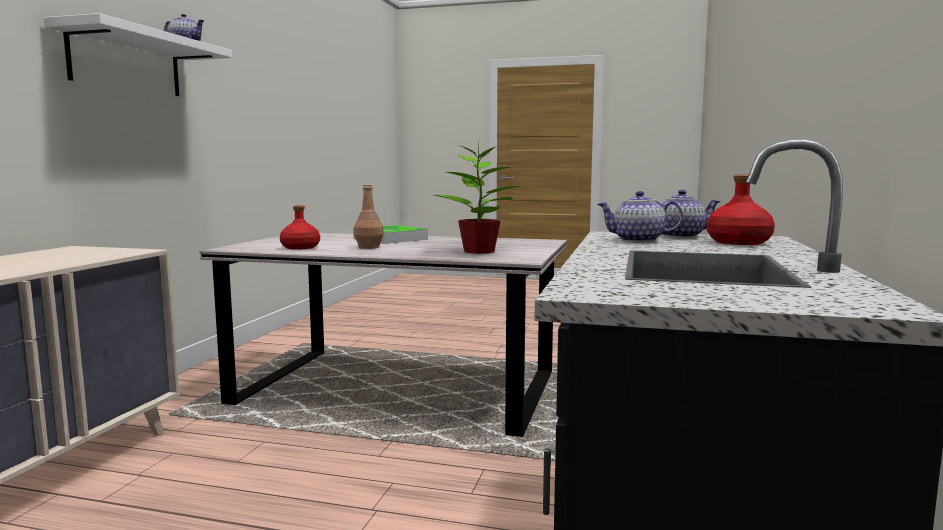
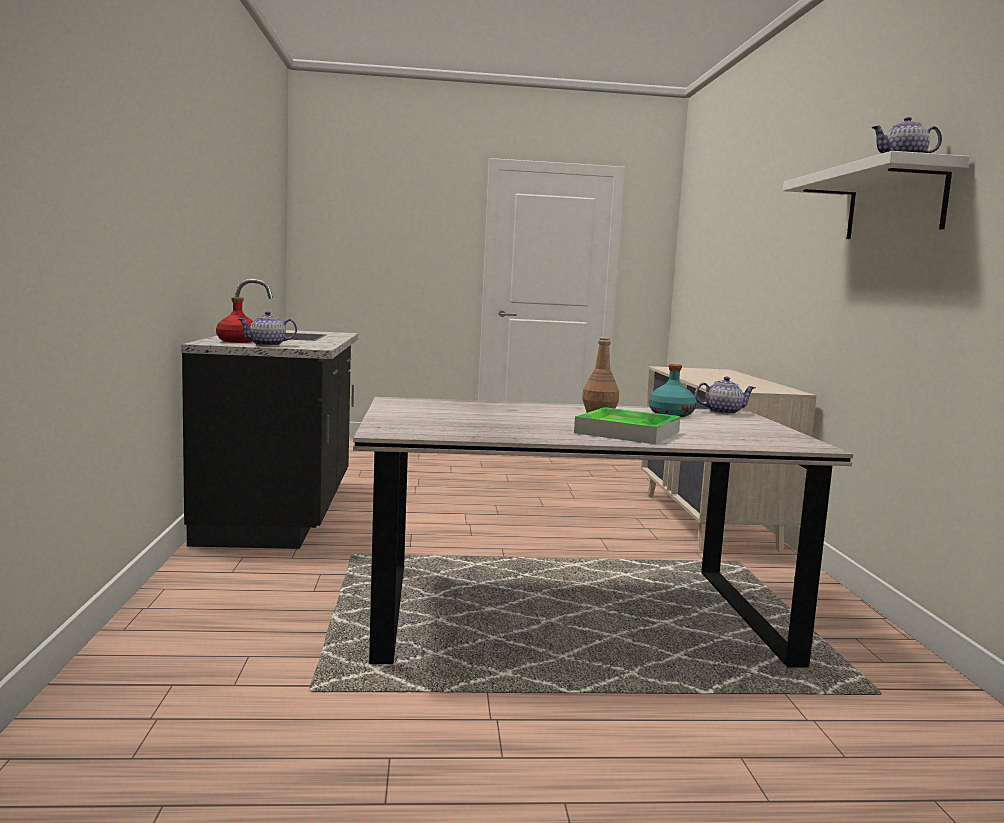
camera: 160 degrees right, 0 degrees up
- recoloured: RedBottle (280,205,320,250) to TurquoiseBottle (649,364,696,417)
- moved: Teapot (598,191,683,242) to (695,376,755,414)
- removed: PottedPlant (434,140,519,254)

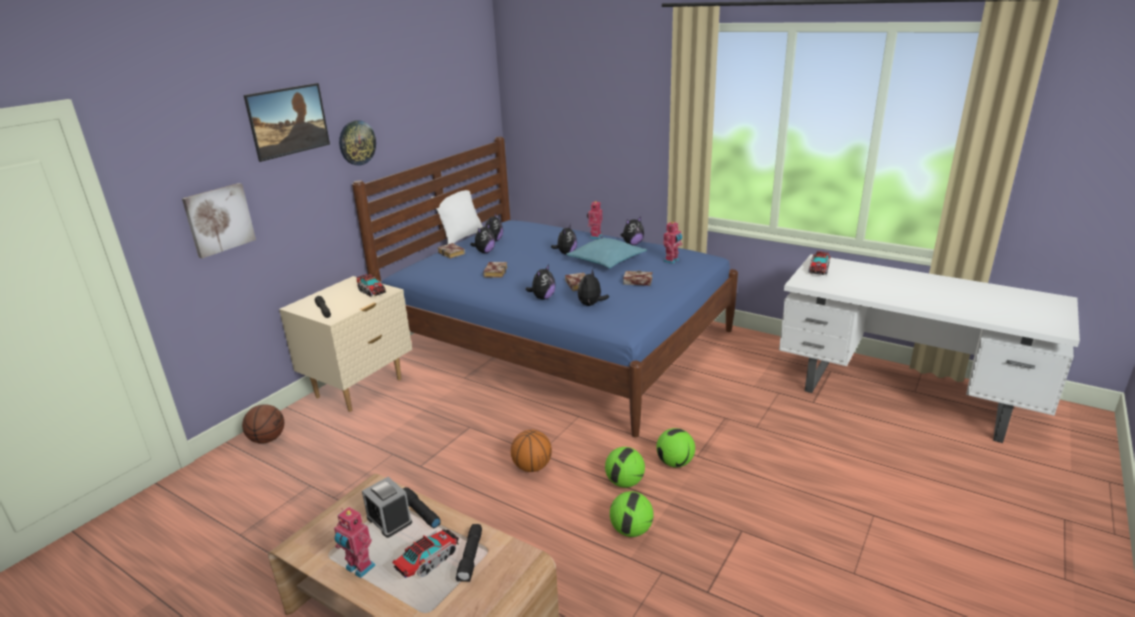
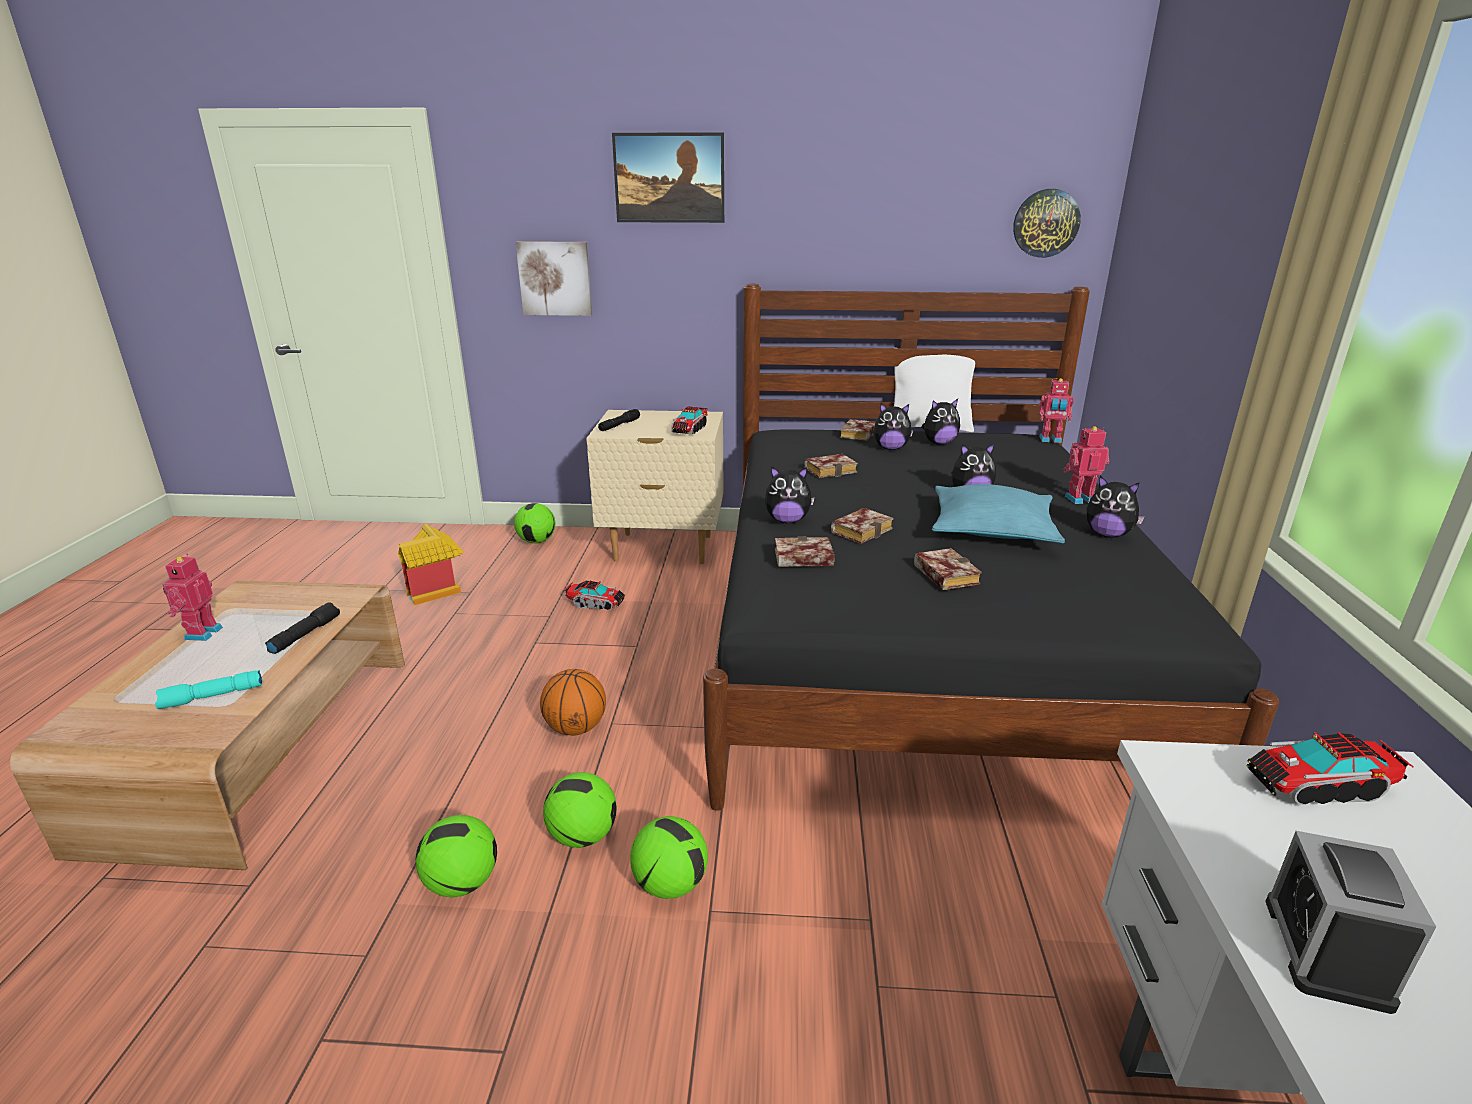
camera: 60 degrees right, 0 degrees up
- recoloured: BlackFlashlight (456,524,482,582) to TurquoiseFlashlight (155,670,263,709)
- added: ToyHouse (398,524,463,605)
- replaced: Basketball (242,404,284,443) to Football (514,503,555,543)
- moved: ToyTruck (392,529,459,578) to (564,580,625,610)
- recoloured: BlueBed (352,137,738,437) to BlackBed (703,284,1279,811)
- replaced: PlushToy (578,269,609,306) to Book (775,536,834,567)
- moved: WallClock (339,120,376,165) to (1013,189,1081,258)
- moved: ToyRobot (663,221,682,264) to (1039,378,1074,443)
- moved: AlarmClock (362,477,412,538) to (1265,831,1436,1014)

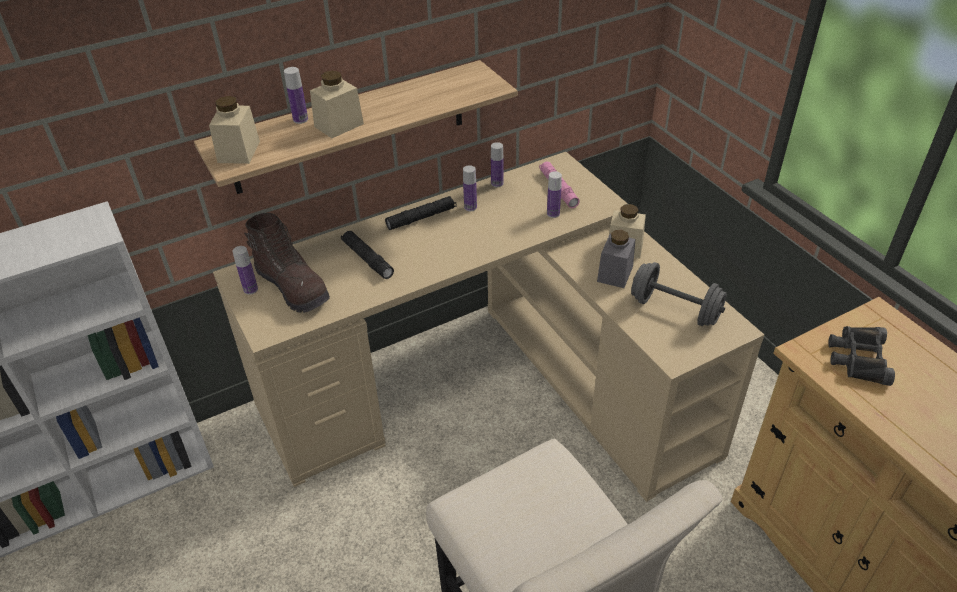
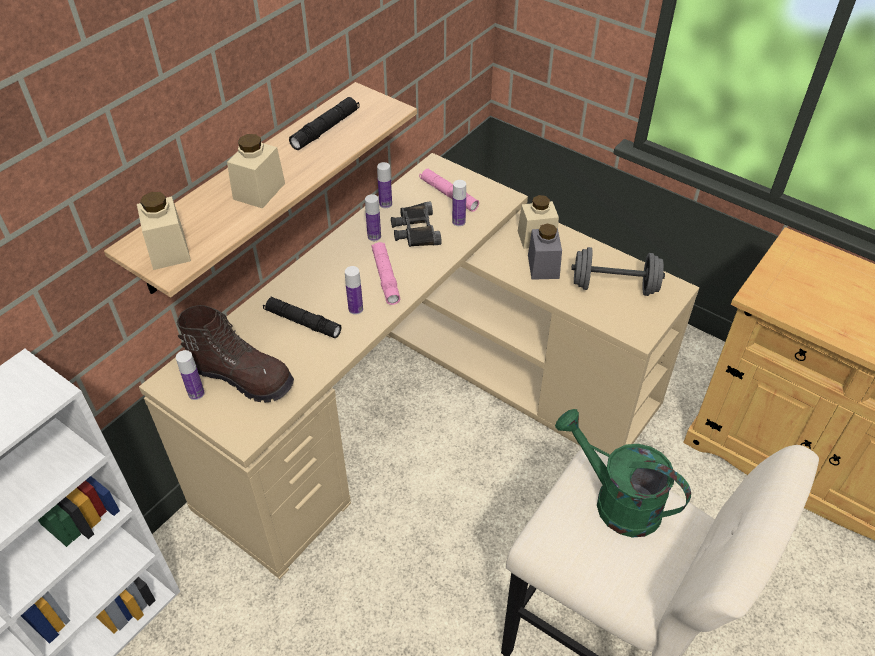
camera: 25 degrees left, 5 degrees up
- moved: BlackFlashlight (385,196,457,230) to (289,97,360,150)
- moved: Bottle (284,67,308,124) to (345,266,363,315)
- added: PinkFlashlight (372,242,400,305)
- moved: BlackBinoculars (828,326,895,386) to (391,202,442,247)
- added: GreenWateringCan (555,409,691,538)

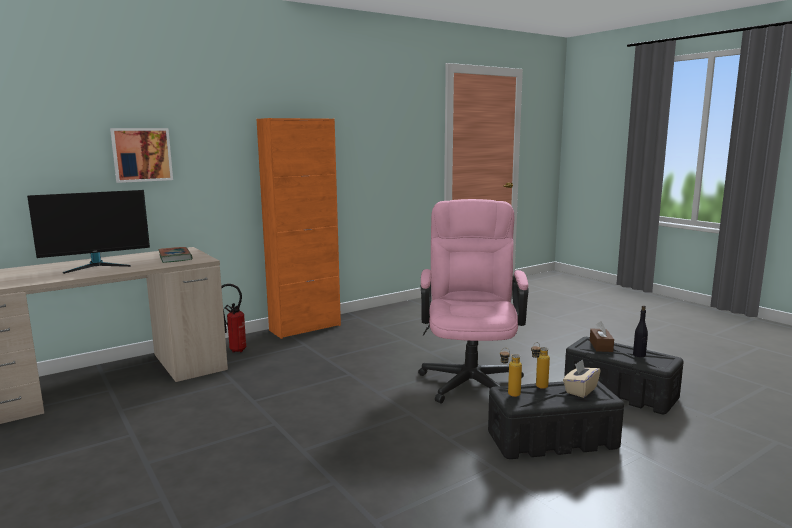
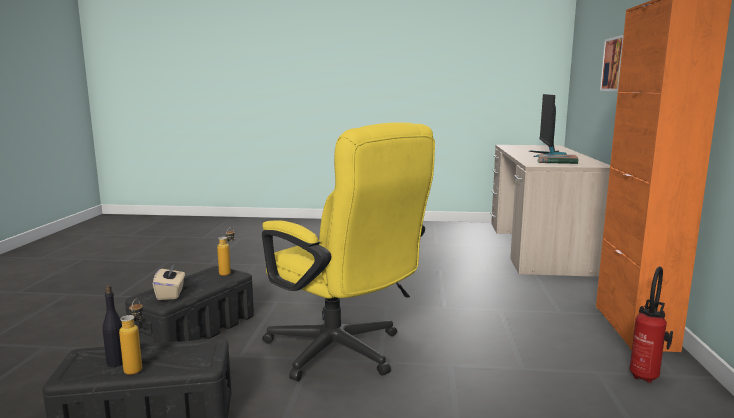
camera: 130 degrees right, 0 degrees up
- moved: Bottle (531,342,550,389) to (119,299,143,375)
- recoloured: PinkOfficeChair (418,199,529,404) to YellowOfficeChair (262,122,435,381)
- moved: FireExtinguisher (221,284,246,353) to (630,266,673,383)
- removed: BrownTissueBox (590,321,614,352)

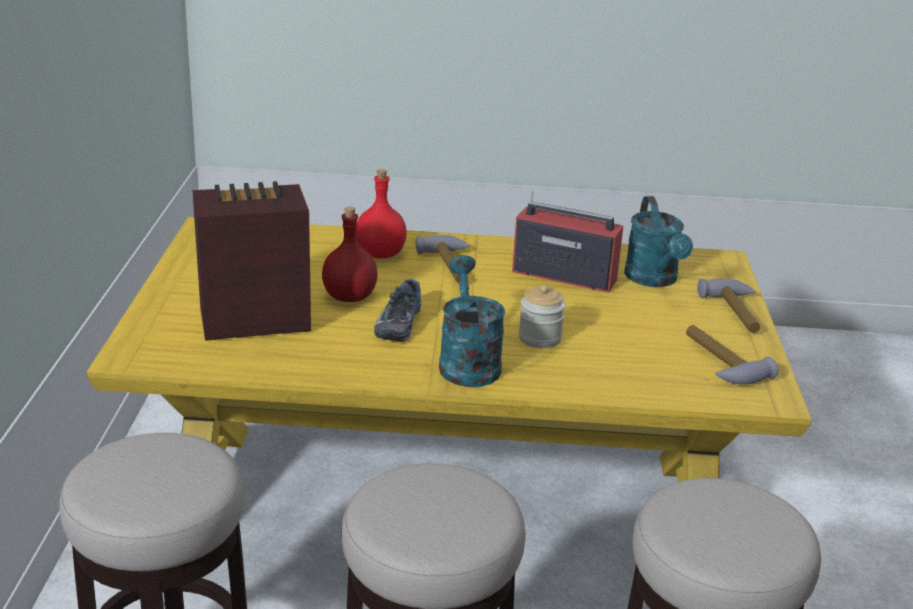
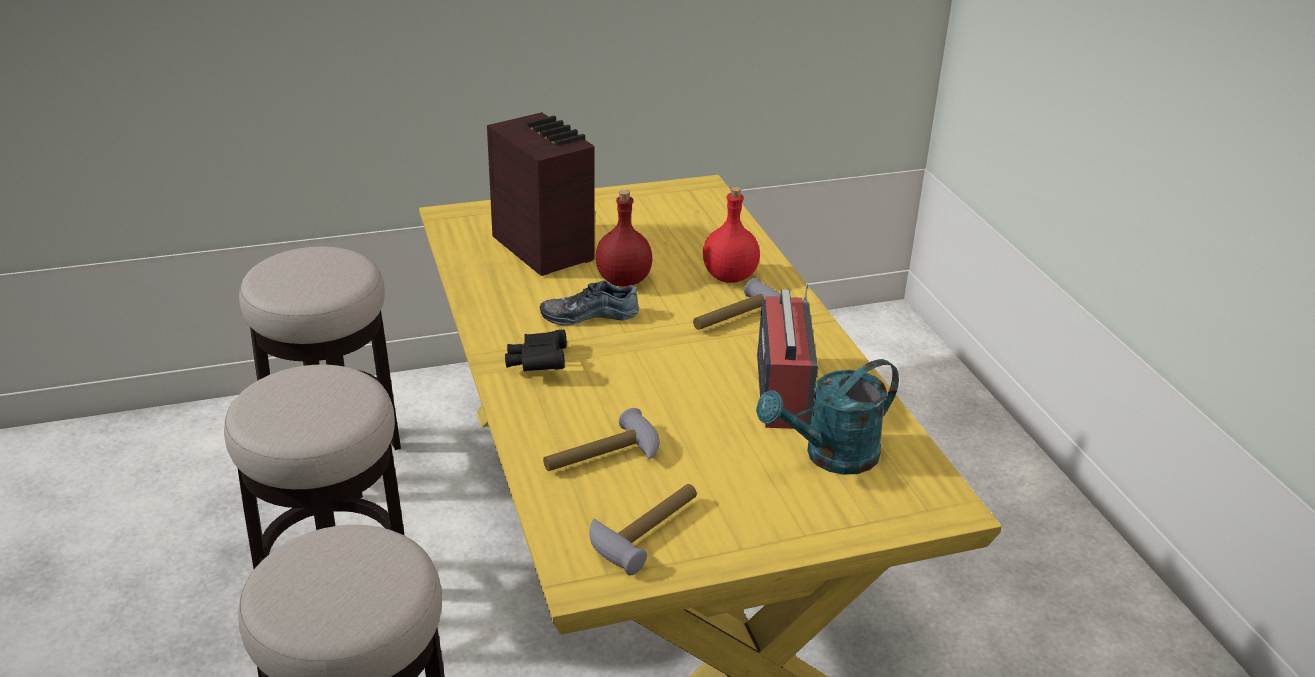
camera: 70 degrees right, 5 degrees up
- replaced: TurquoiseWateringCan (439,255,505,387) to BlackBinoculars (505,330,567,372)
- moved: Hammer (697,279,760,333) to (543,408,660,471)
- removed: Jar (518,285,565,348)

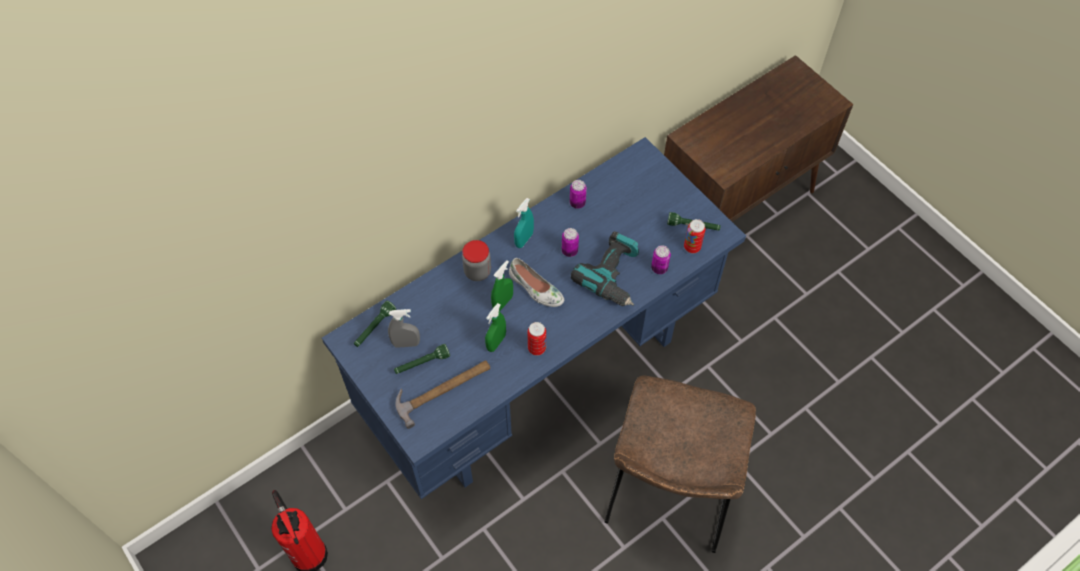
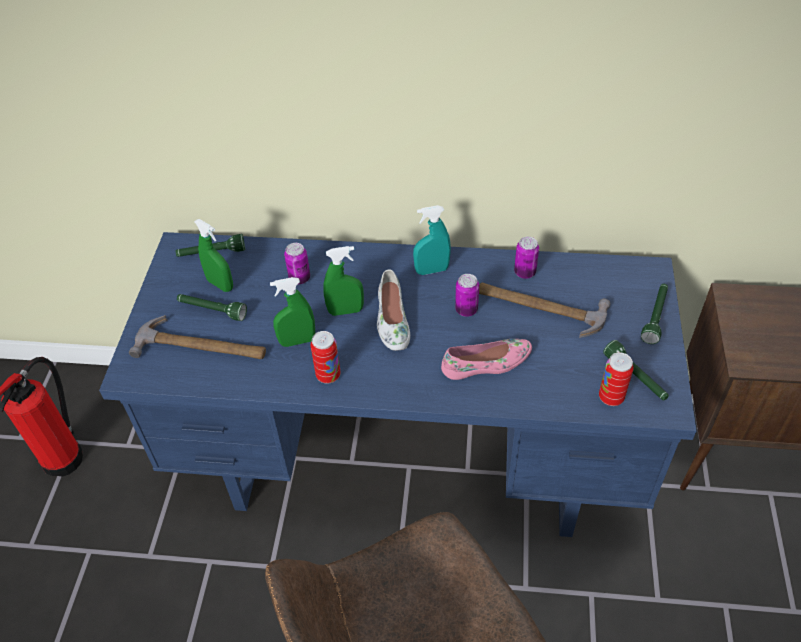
camera: 45 degrees right, 10 degrees down
- recoloured: GreySprayBottle (388,309,420,348) to GreenSprayBottle (194,219,233,292)
- moved: Can (651,245,671,274) to (284,243,310,284)
- replaced: PowerDrill (571,232,639,306) to PinkShoe (441,339,532,380)
- added: Hammer (479,283,611,338)
- added: GreenFlashlight (641,284,668,344)
- removed: Jar (462,240,491,281)

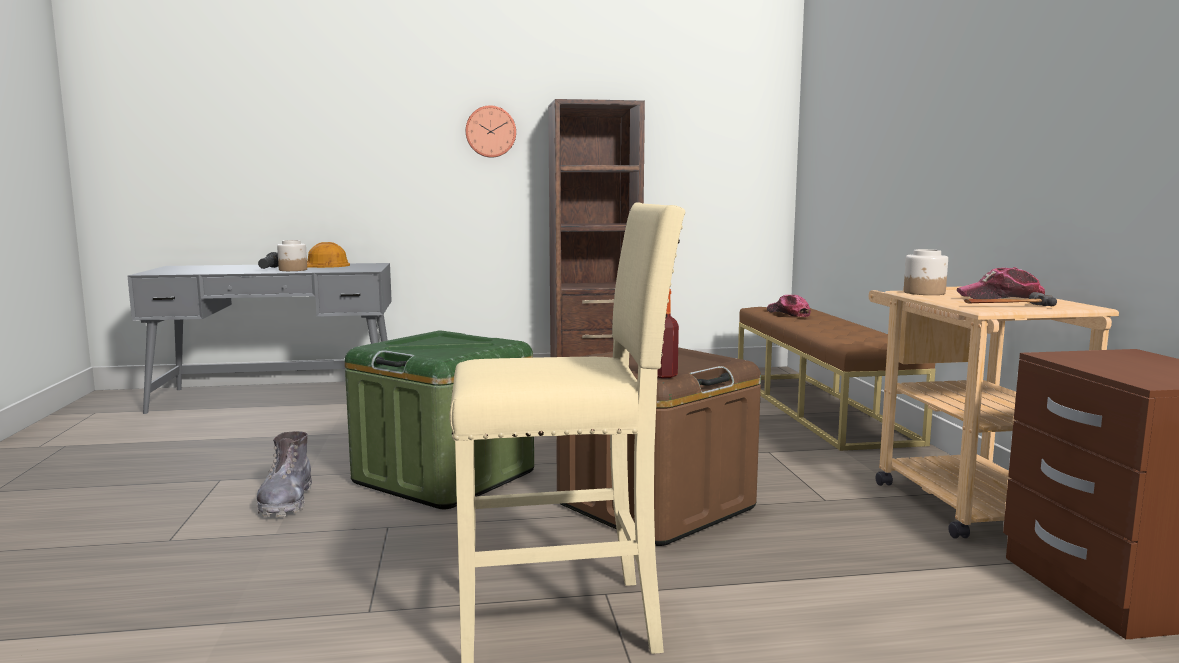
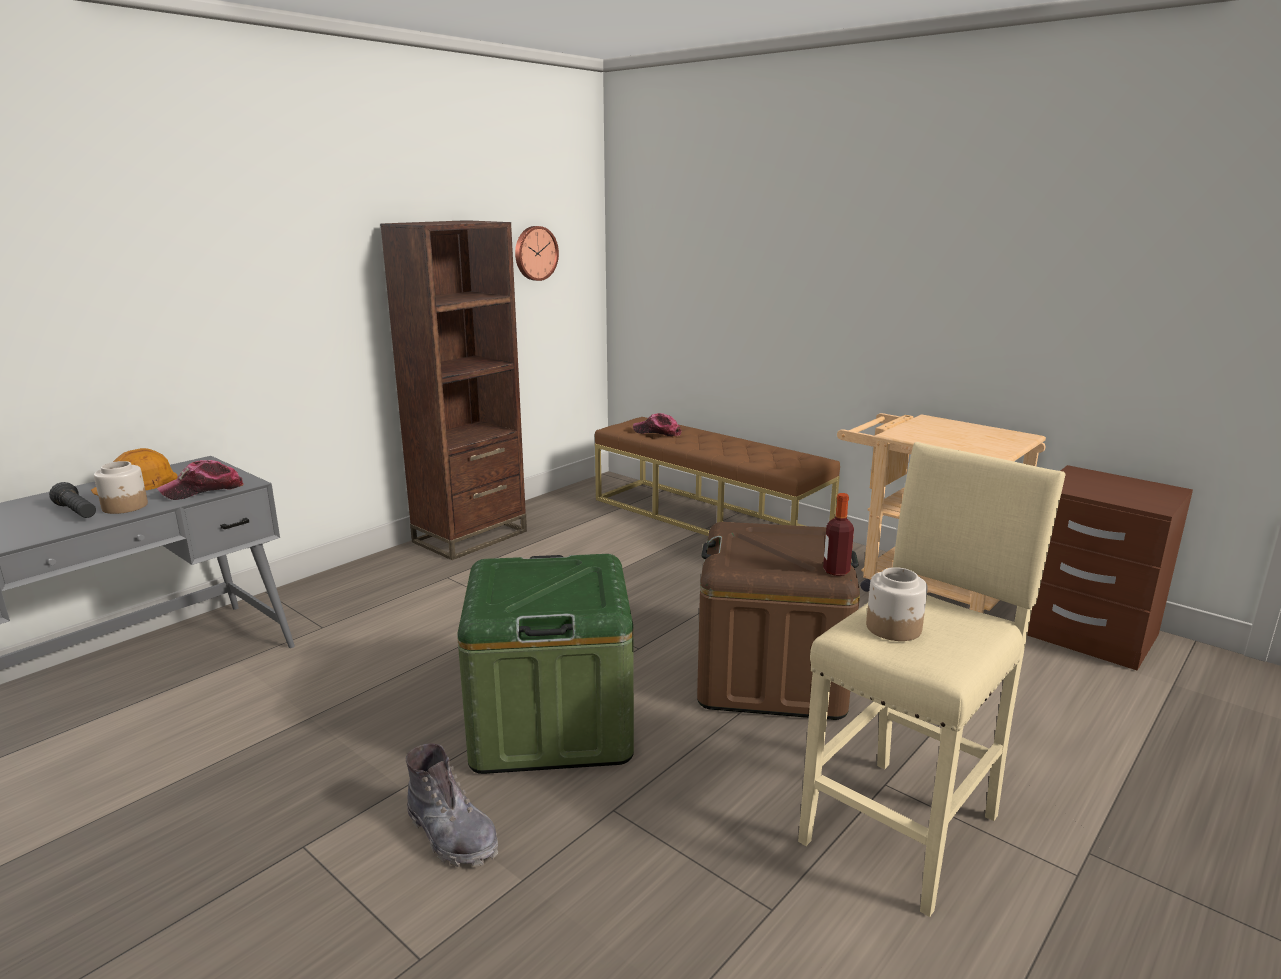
camera: 40 degrees left, 10 degrees up
- moved: Cap (957,267,1045,299) to (157,460,244,500)
- moved: WallClock (466,105,516,158) to (515,226,559,281)
- moved: Jar (904,249,948,295) to (866,567,928,641)
- removed: Hammer (964,292,1057,306)

